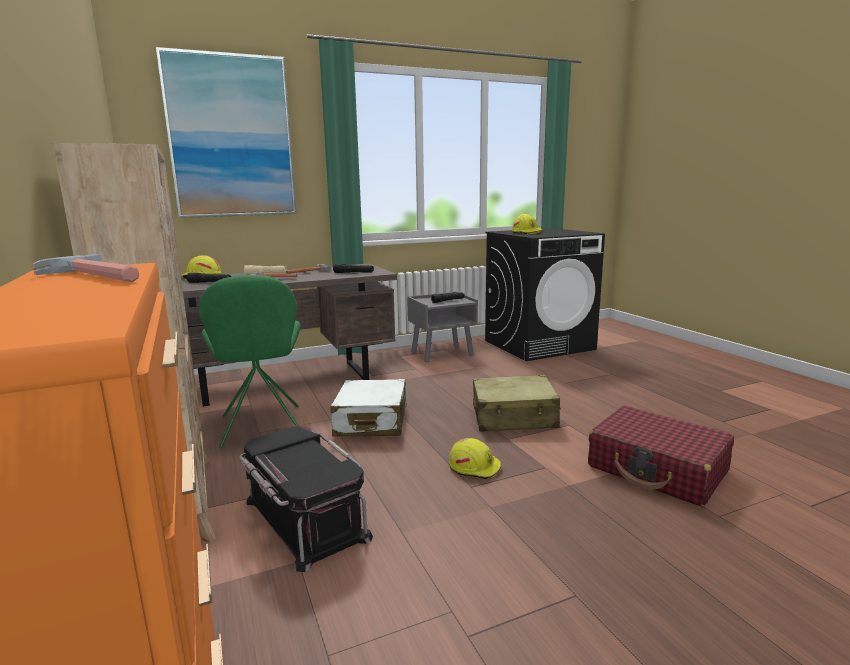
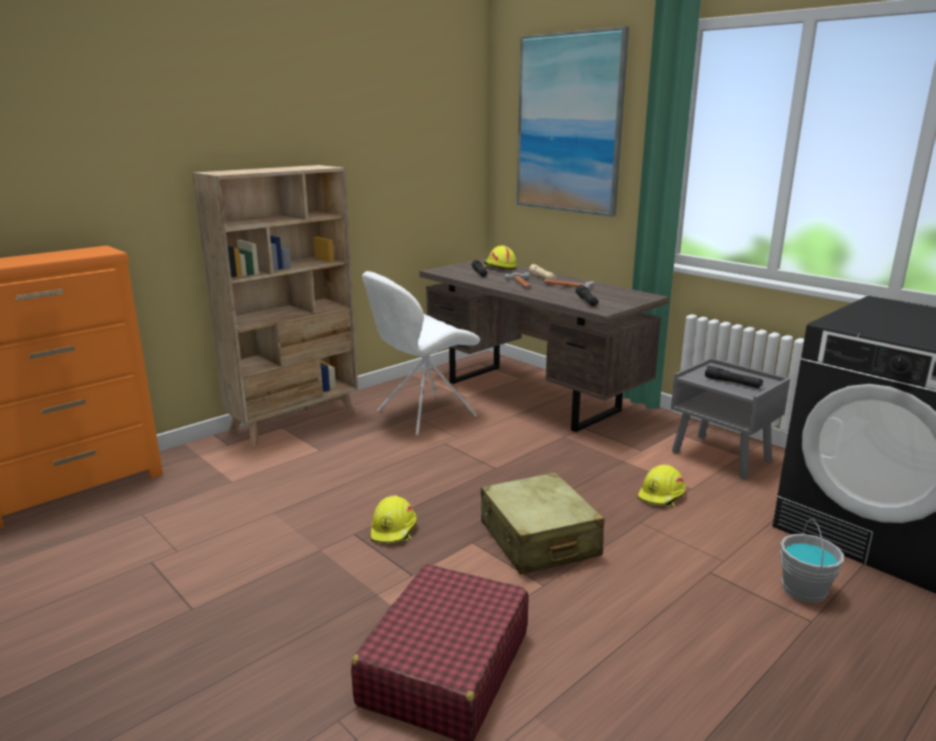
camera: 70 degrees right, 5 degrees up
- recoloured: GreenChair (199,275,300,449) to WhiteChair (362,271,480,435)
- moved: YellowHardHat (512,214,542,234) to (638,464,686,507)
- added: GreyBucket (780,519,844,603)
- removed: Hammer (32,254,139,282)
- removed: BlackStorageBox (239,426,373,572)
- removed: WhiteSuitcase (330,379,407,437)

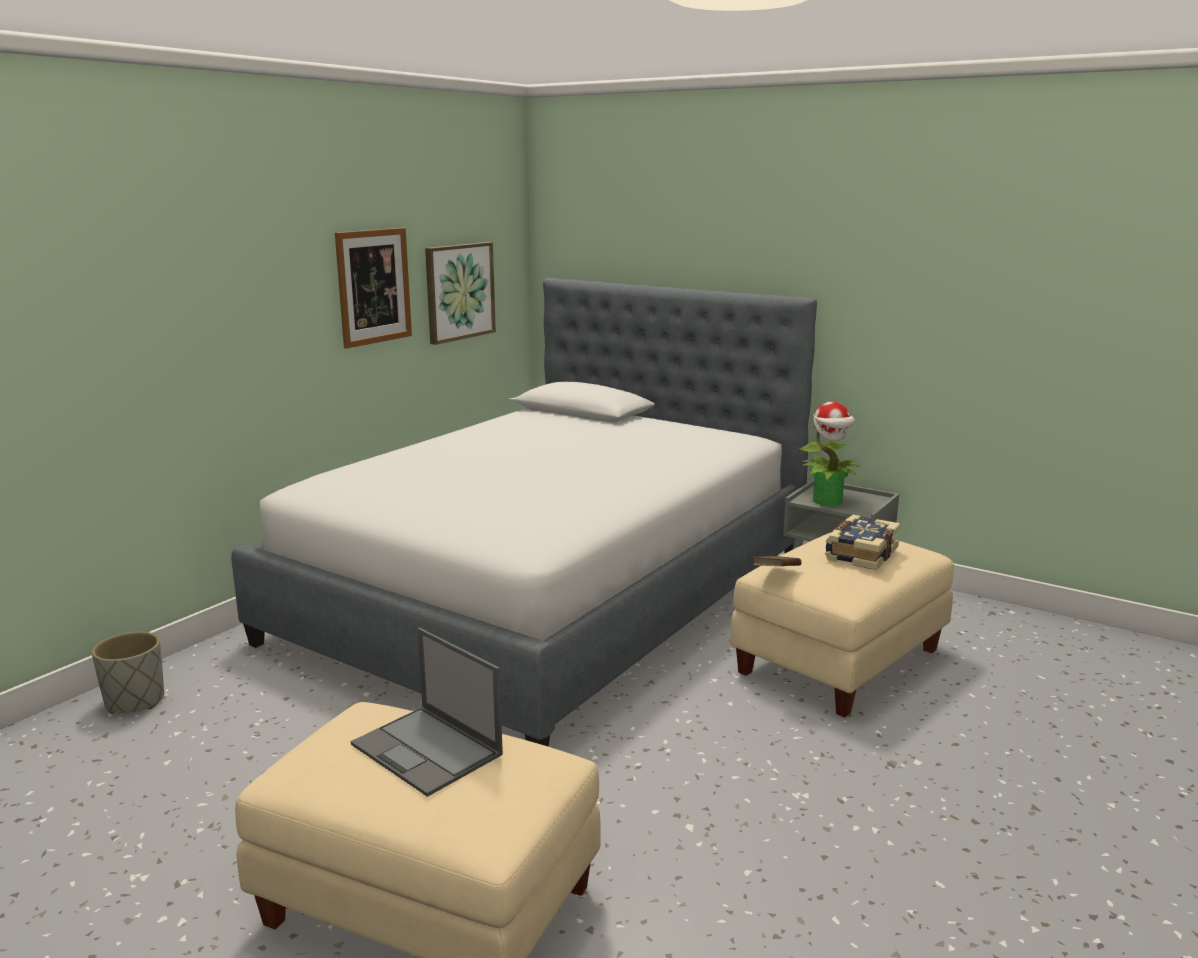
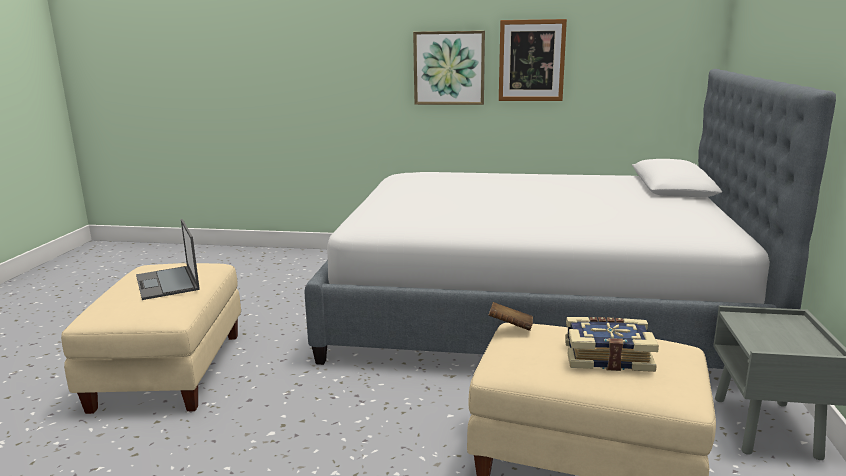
camera: 65 degrees right, 0 degrees up
- turned: Laptop (351,628,503,797) = (136,219,200,300) 45 degrees counterclockwise
- moved: Picture (425,242,496,345) to (413,31,485,105)
- removed: GreyPlanter (92,632,164,714)
- removed: PottedPlant (799,402,861,506)

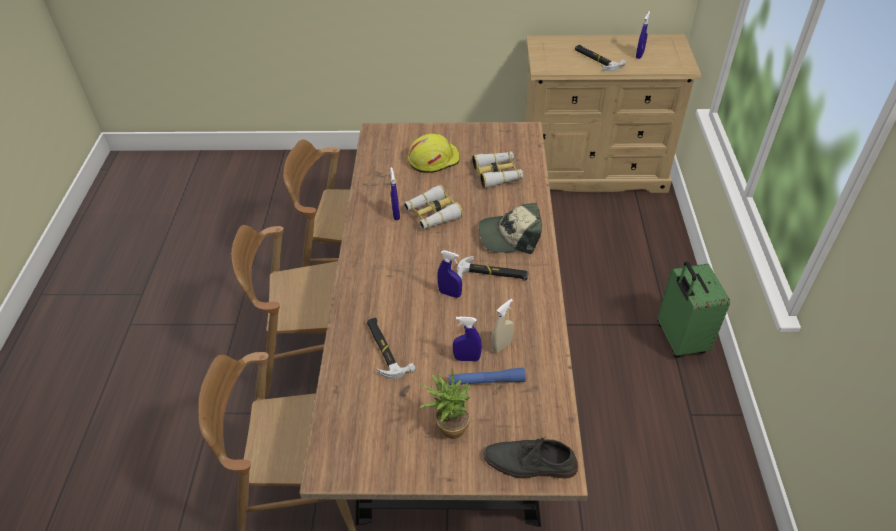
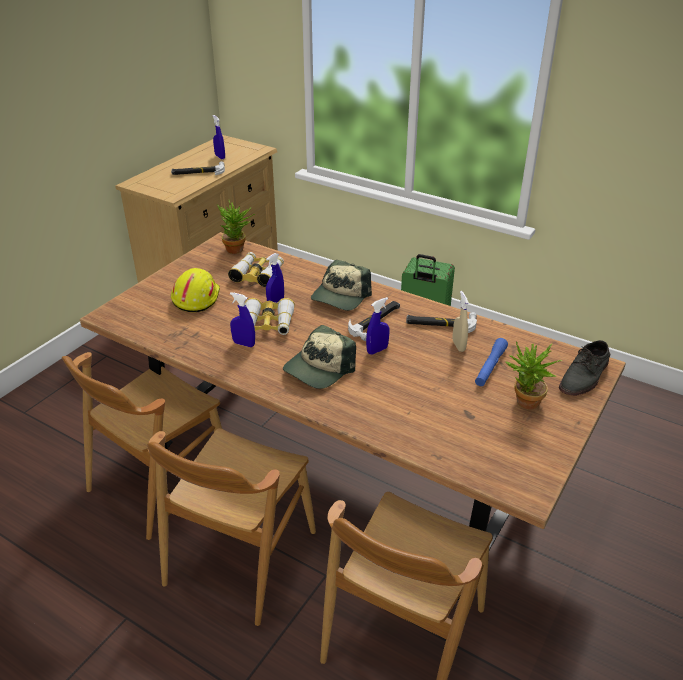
camera: 60 degrees left, 10 degrees down
- added: PottedPlant (217,200,255,254)
- moved: BlueSprayBottle (453,317,482,362) to (266,253,284,303)
- added: Cap (283,325,356,389)
- moved: Hammer (367,317,415,379) to (406,312,477,333)

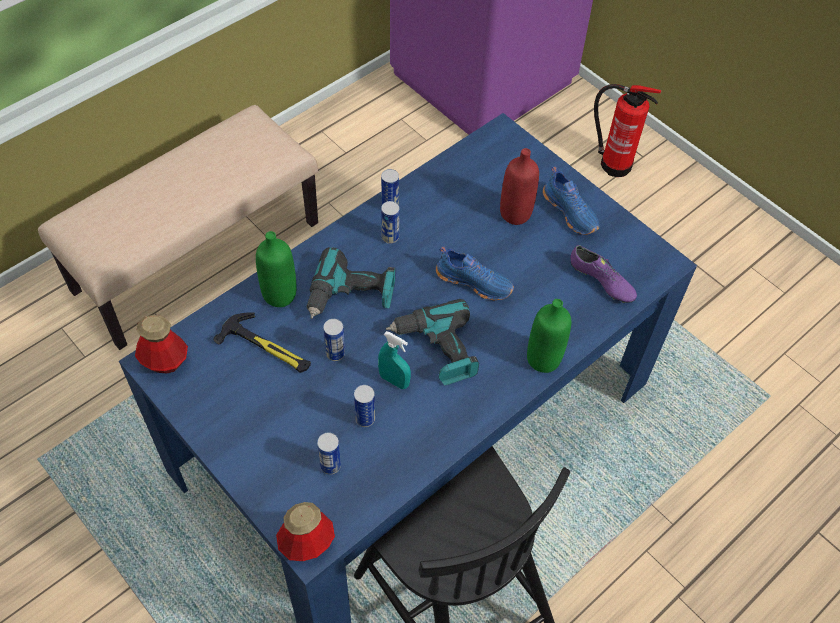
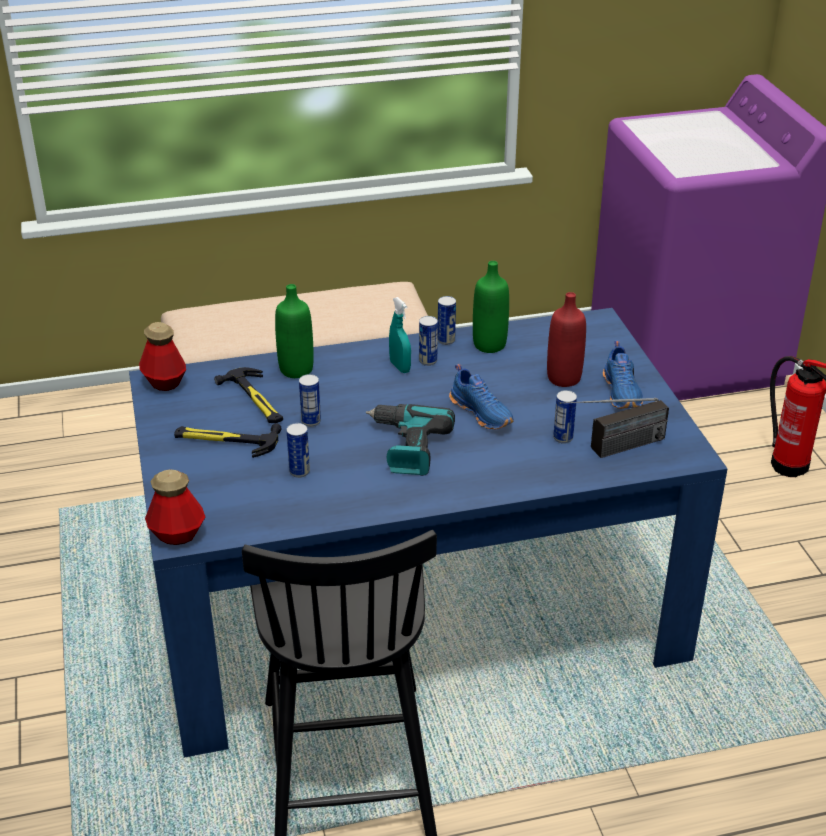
camera: 30 degrees right, 20 degrees down
- added: Hammer (174,423,281,458)
- moved: TurquoiseSprayBottle (378,331,411,389) to (389,297,411,373)
- moved: GreenBottle (527,299,571,373) to (473,261,509,353)
- moved: Can (317,432,341,475) to (553,390,577,444)
- replaced: PurpleShoe (571,245,637,303) to Radio (560,398,669,458)
- removed: PowerDrill (307,247,395,319)

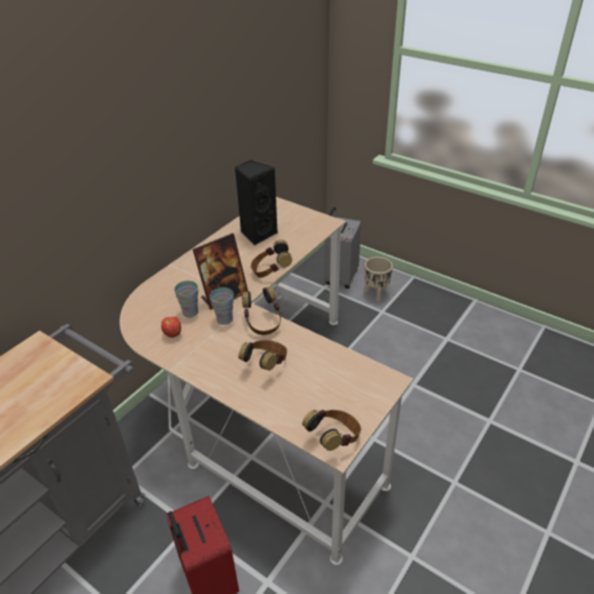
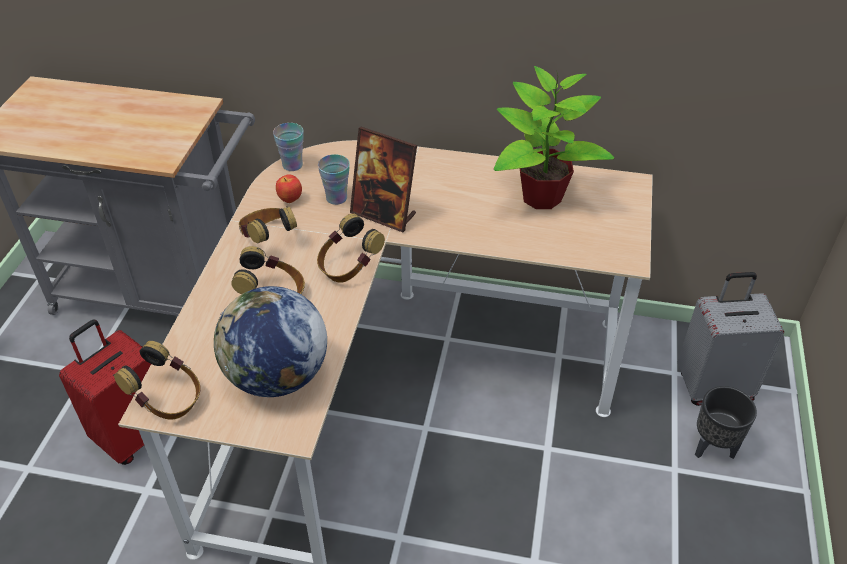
camera: 65 degrees right, 5 degrees up
- added: Globe (214,286,327,397)
- moved: Headphones (251,240,292,278) to (239,206,297,244)
- moved: Cup (210,287,234,325) to (273,123,304,171)
- replaced: BlackSpeaker (235,160,278,245) to PottedPlant (494,66,614,209)
- recoloured: BeigePlanter (365,257,393,302) to BlackPlanter (695,386,757,459)

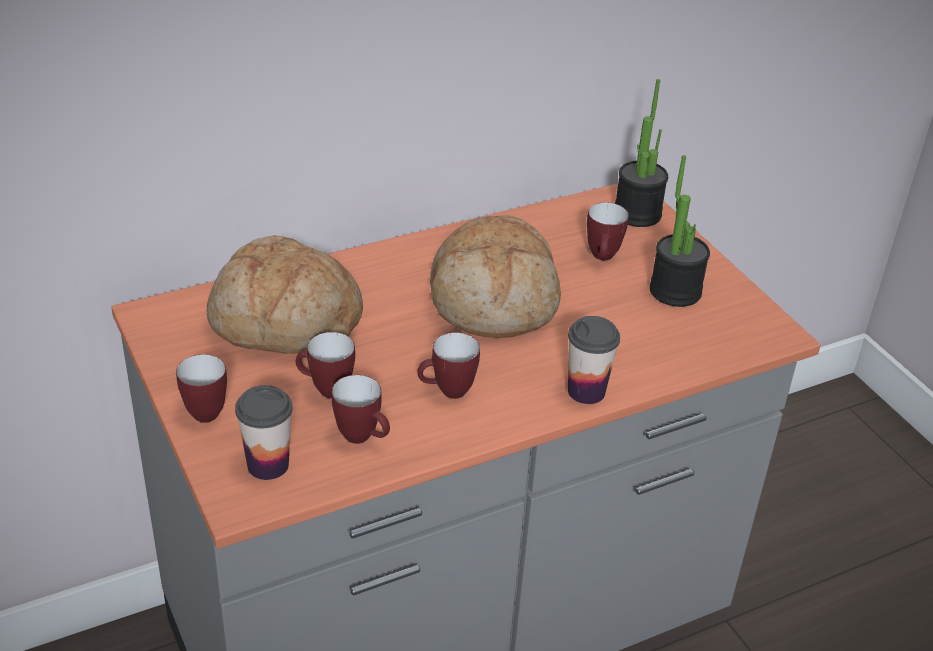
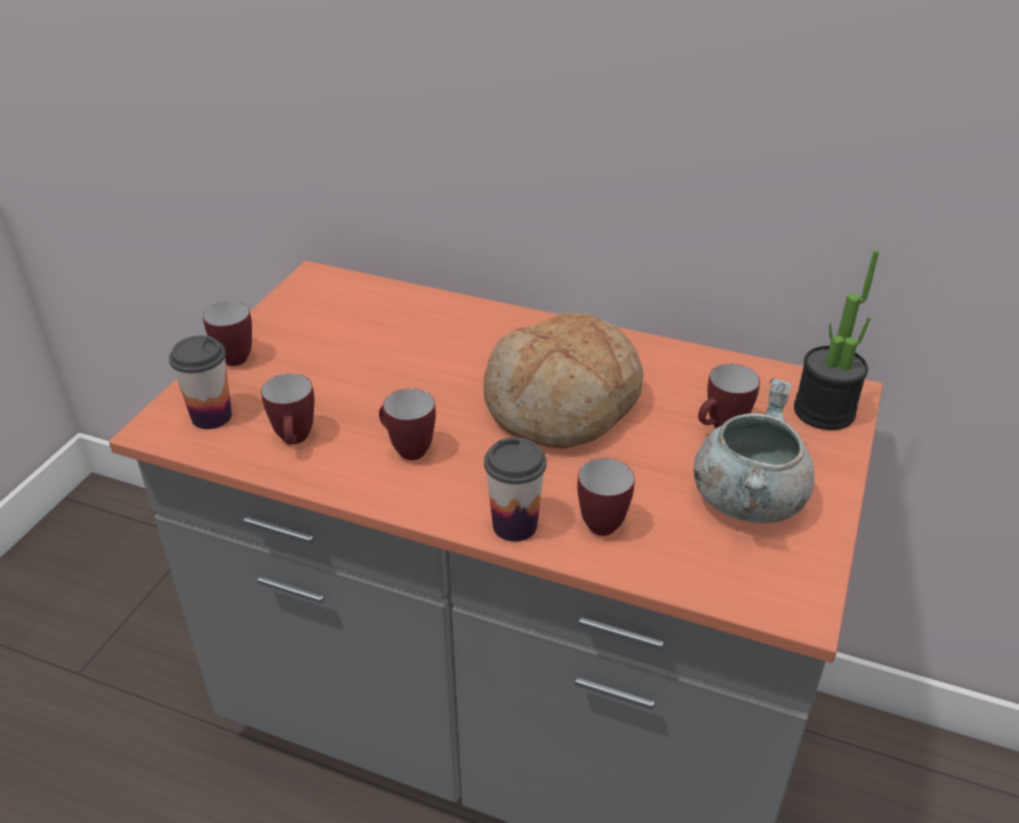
camera: 50 degrees right, 0 degrees up
- moved: Mug (296,332,355,399) to (577,458,635,536)
- replaced: PottedPlant (650,155,710,307) to GreyCookingPot (694,378,815,523)
- removed: Bread (206,235,363,354)

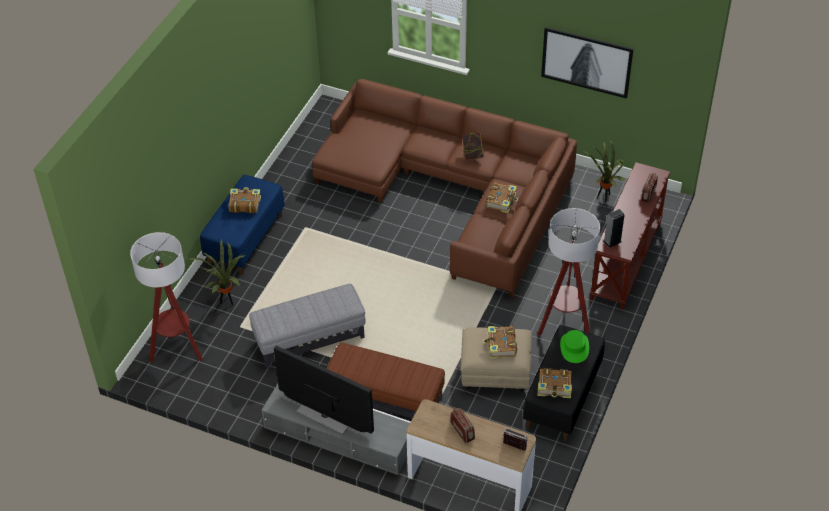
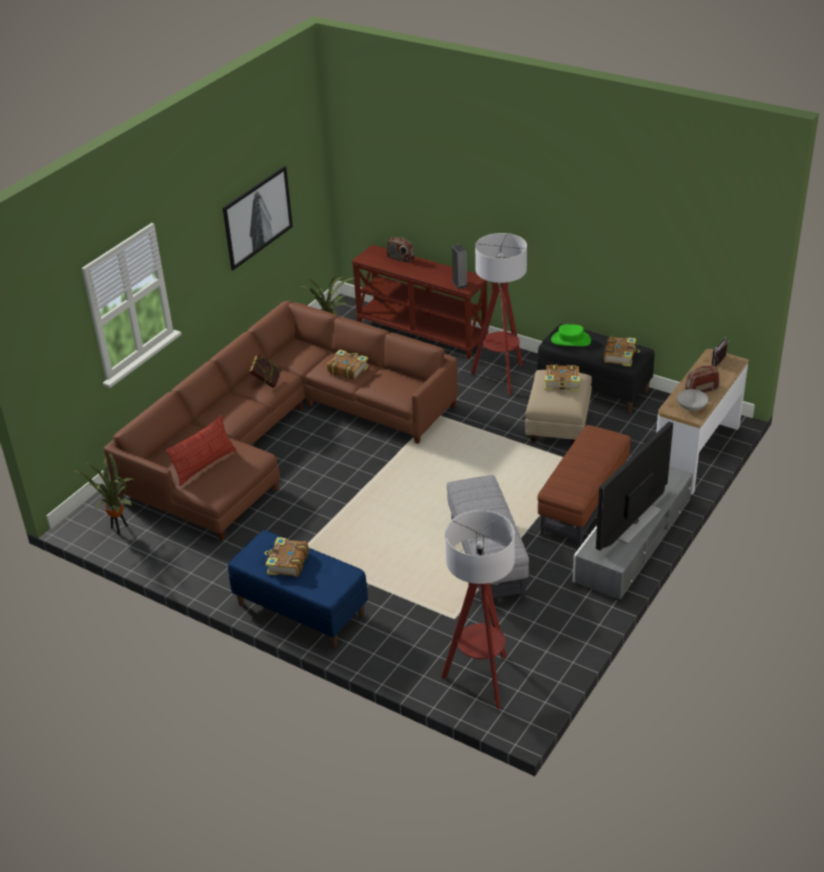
camera: 80 degrees left, 10 degrees down
- moved: PottedPlant (188,239,246,306) to (73,451,134,536)
- added: Pillow (166,415,236,486)
- added: GreyBowl (677,389,709,411)

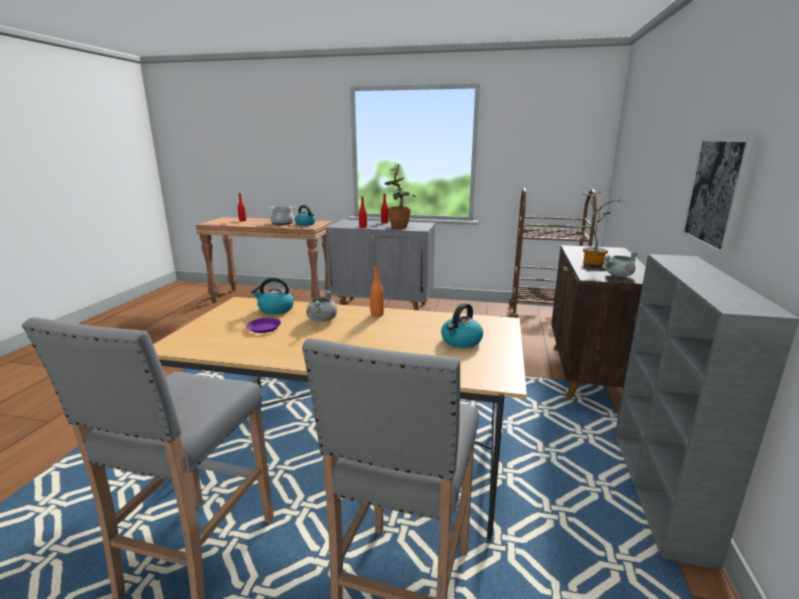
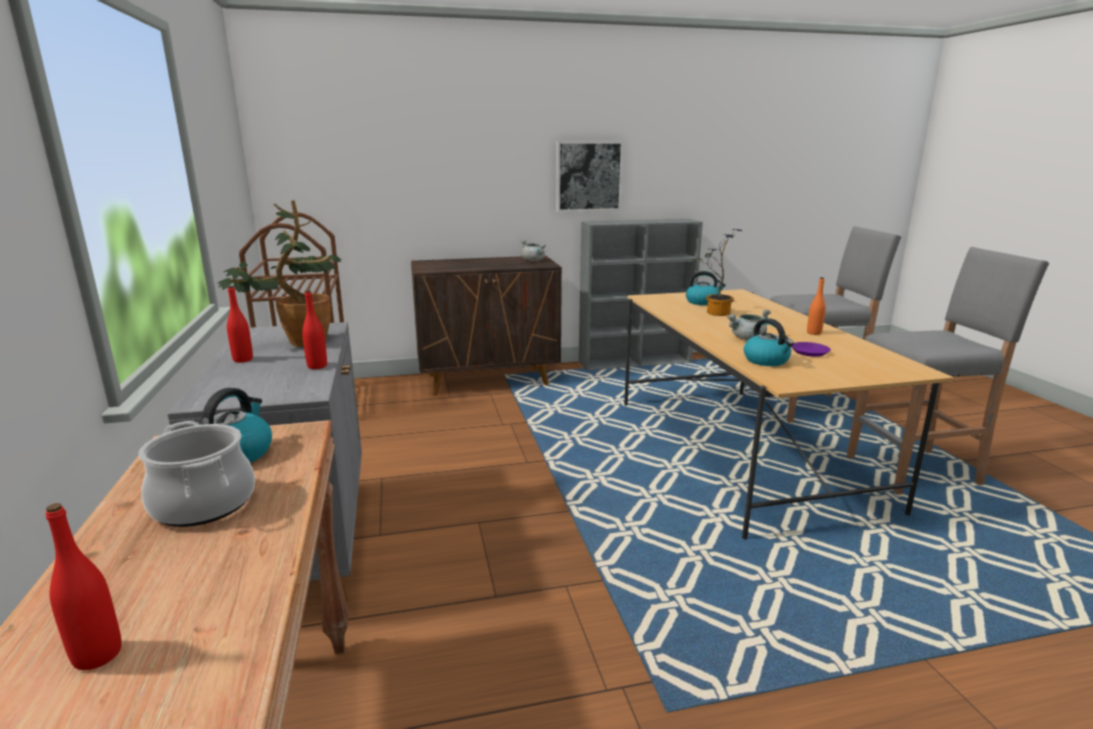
camera: 115 degrees left, 0 degrees up
- moved: PottedPlant (583,191,623,265) to (693,229,743,316)
- moved: OrangeBottle (370,265,384,317) to (807,277,826,335)

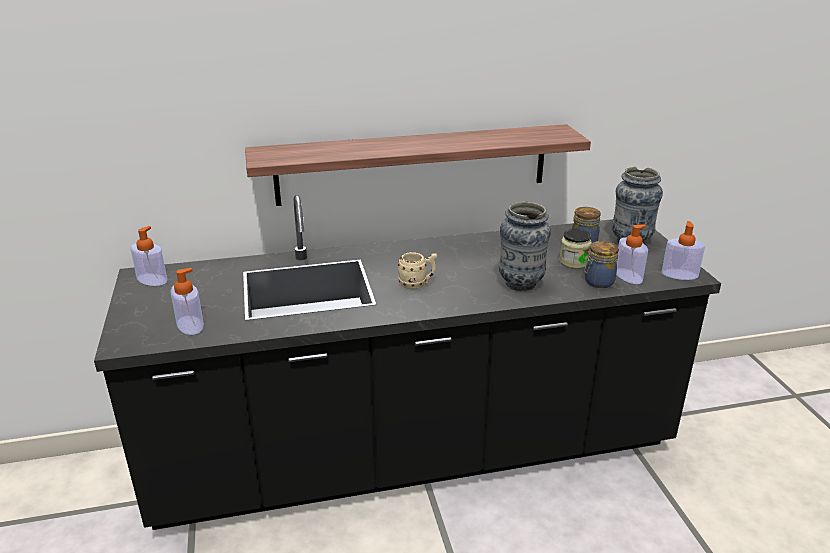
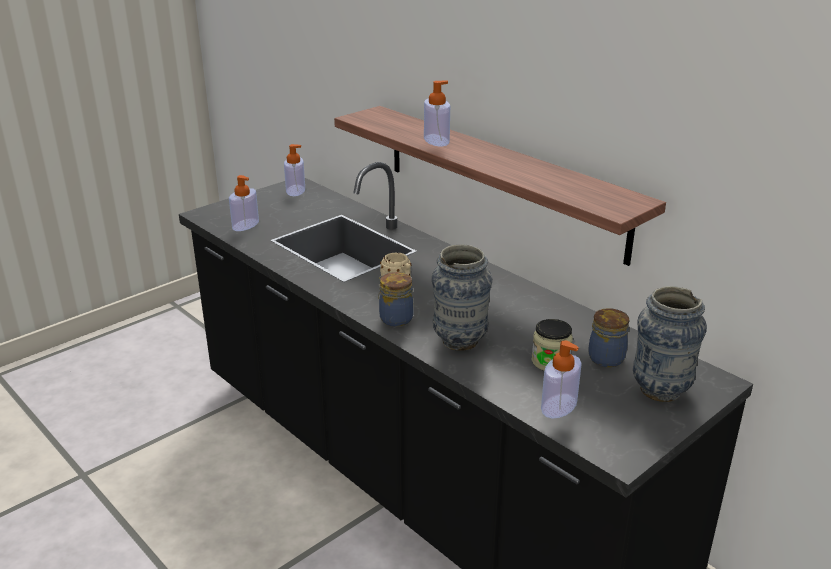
camera: 60 degrees right, 0 degrees up
- moved: Jar (584,241,619,288) to (378,272,414,327)
- moved: SoapDispenser (662,221,705,280) to (424,80,450,147)

